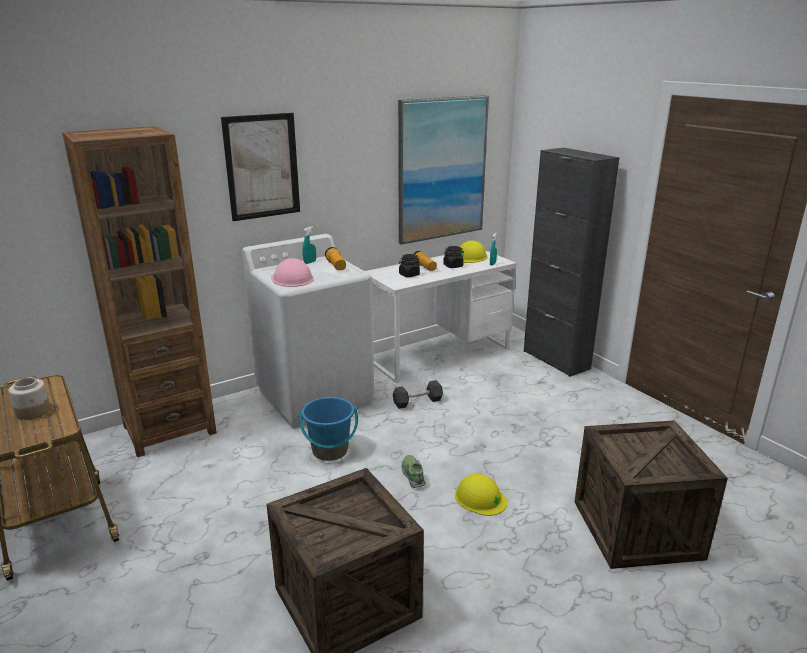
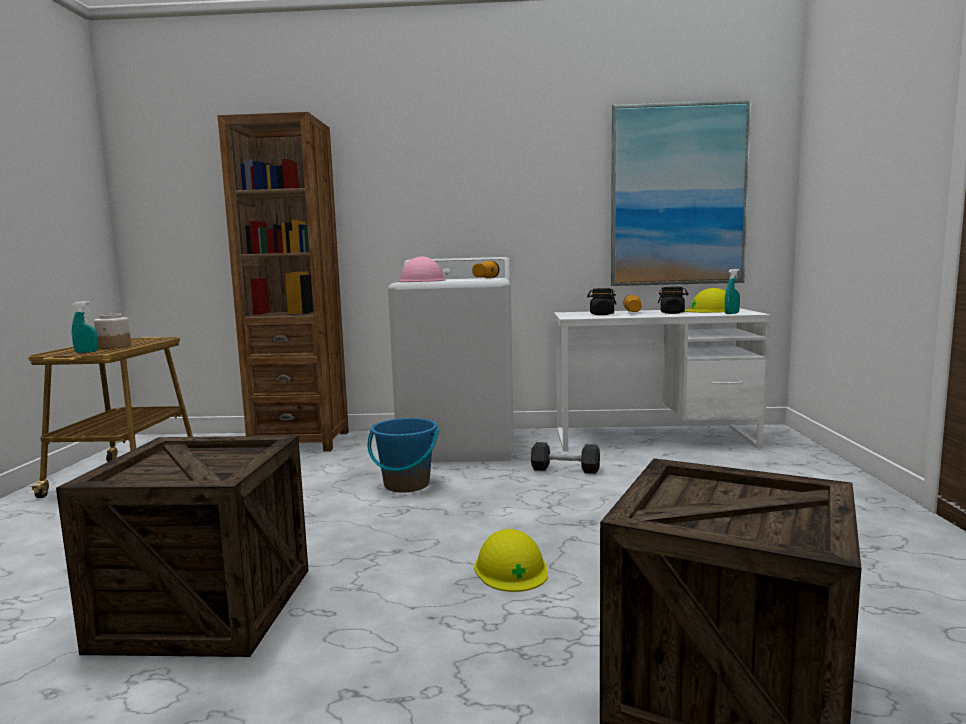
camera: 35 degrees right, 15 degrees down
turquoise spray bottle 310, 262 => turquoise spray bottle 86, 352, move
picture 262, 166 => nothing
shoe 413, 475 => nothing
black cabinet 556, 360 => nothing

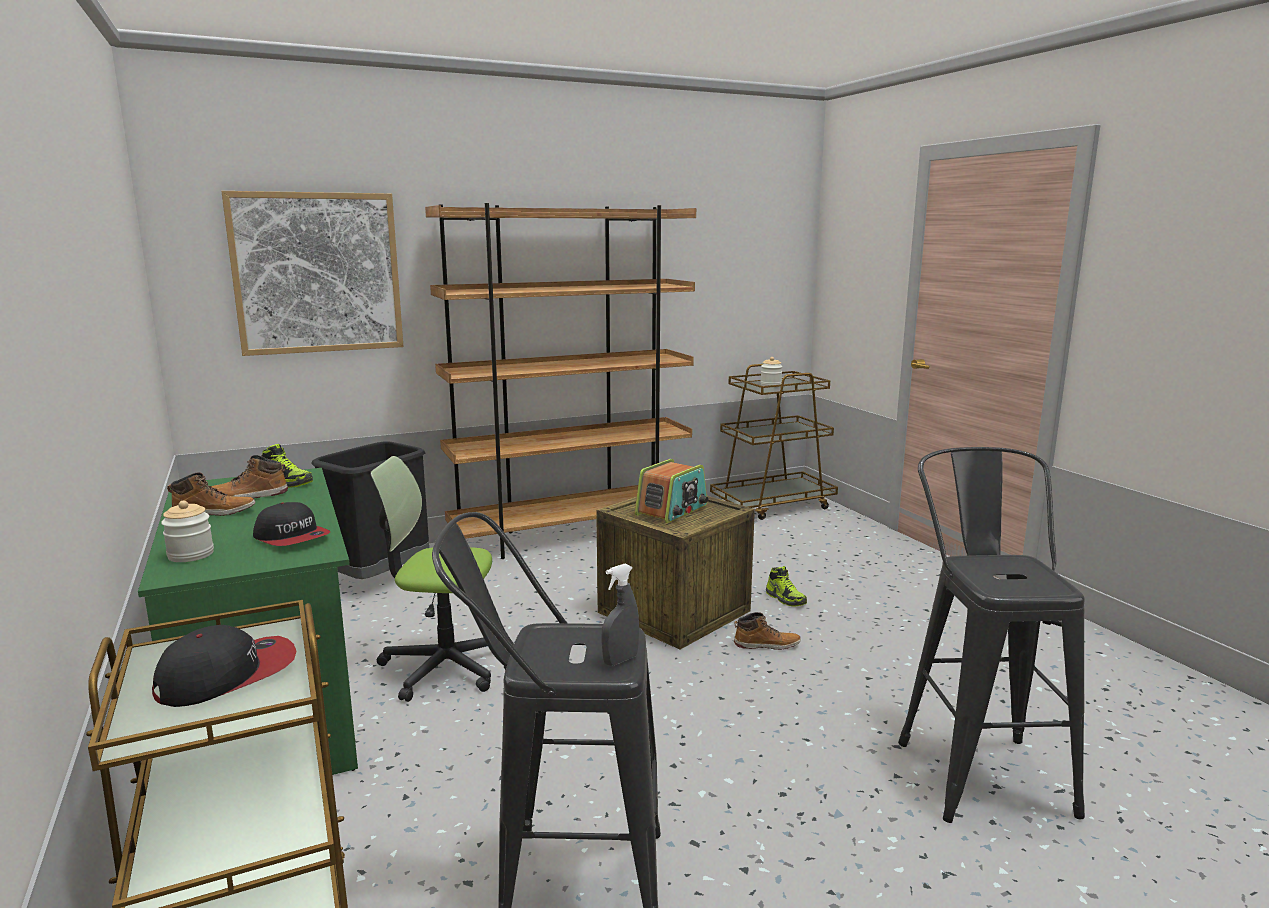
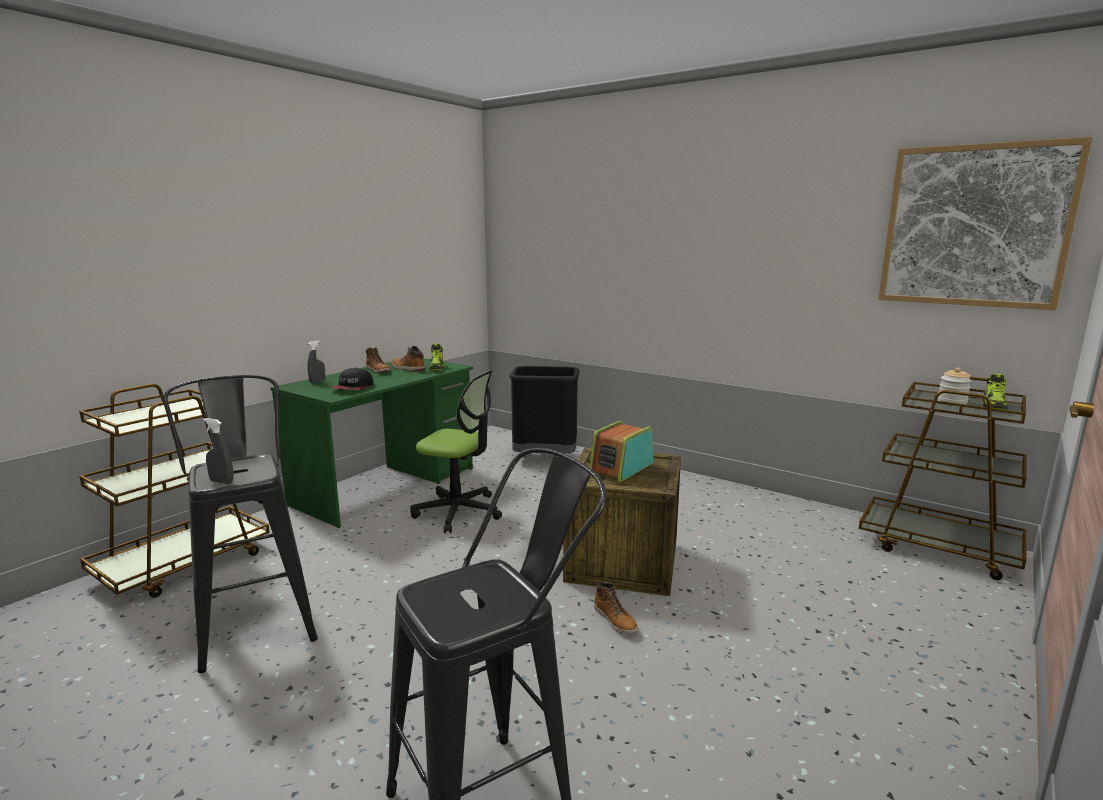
camera: 60 degrees right, 0 degrees up
jar 191, 555 => grey spray bottle 317, 382
office chair 444, 666 => office chair 458, 512, 135 degrees clockwise
radio 672, 510 => radio 621, 468, 120 degrees clockwise
picture 317, 273 => picture 974, 226, move
shoe 785, 599 => shoe 993, 406, move
cap 227, 675 => nothing
brown bookcase 572, 534 => nothing

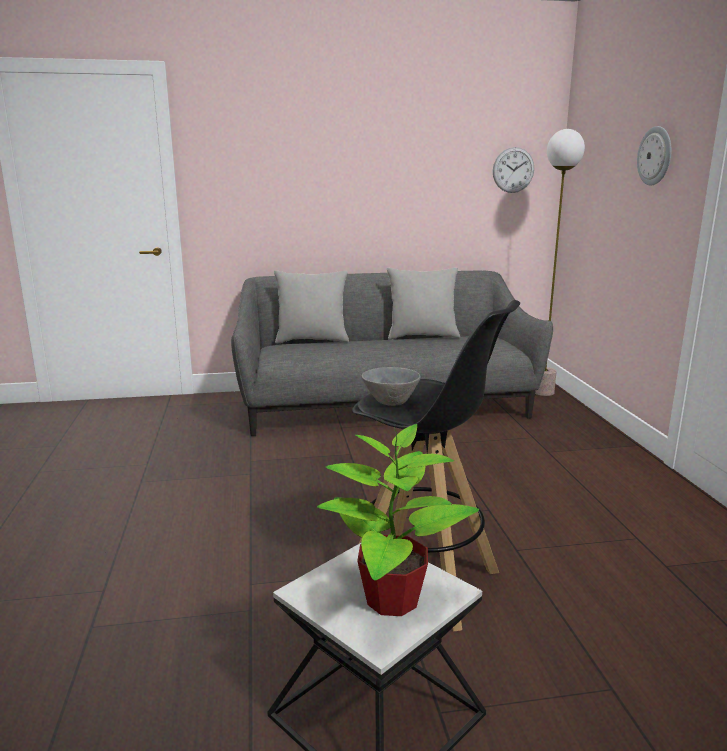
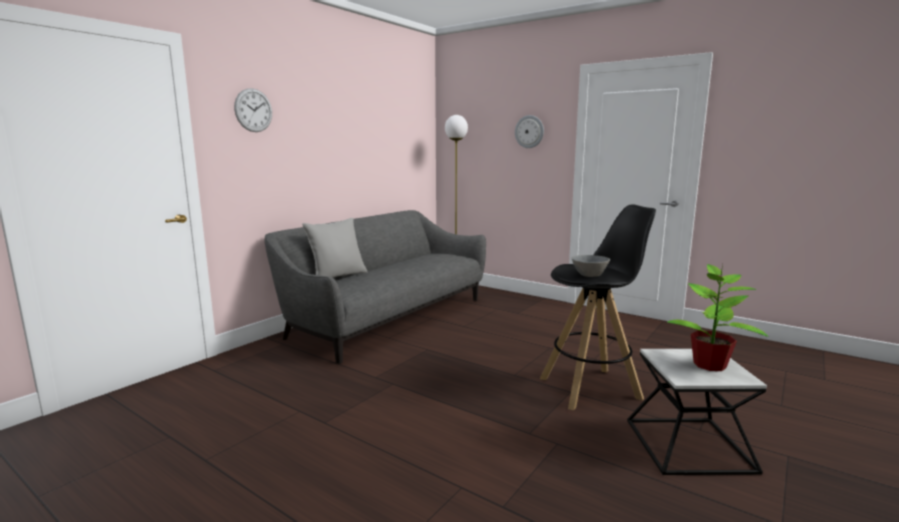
camera: 45 degrees left, 5 degrees down
wall clock 513, 170 => wall clock 253, 110, move
grey pillow 422, 336 => nothing

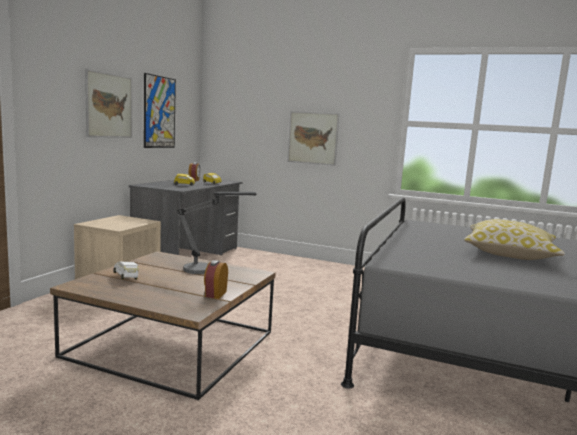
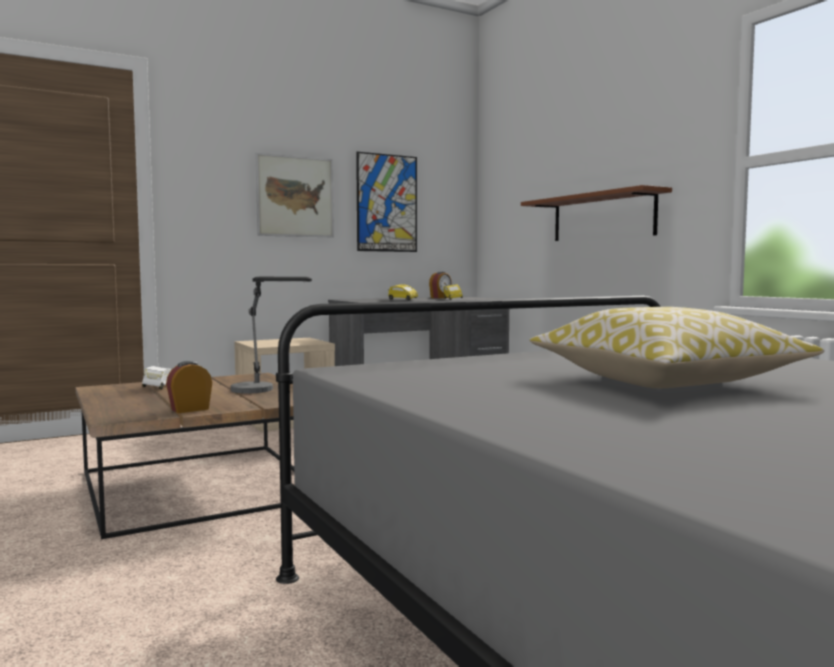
camera: 40 degrees right, 5 degrees down
picture 312, 138 => brown shelf 602, 217

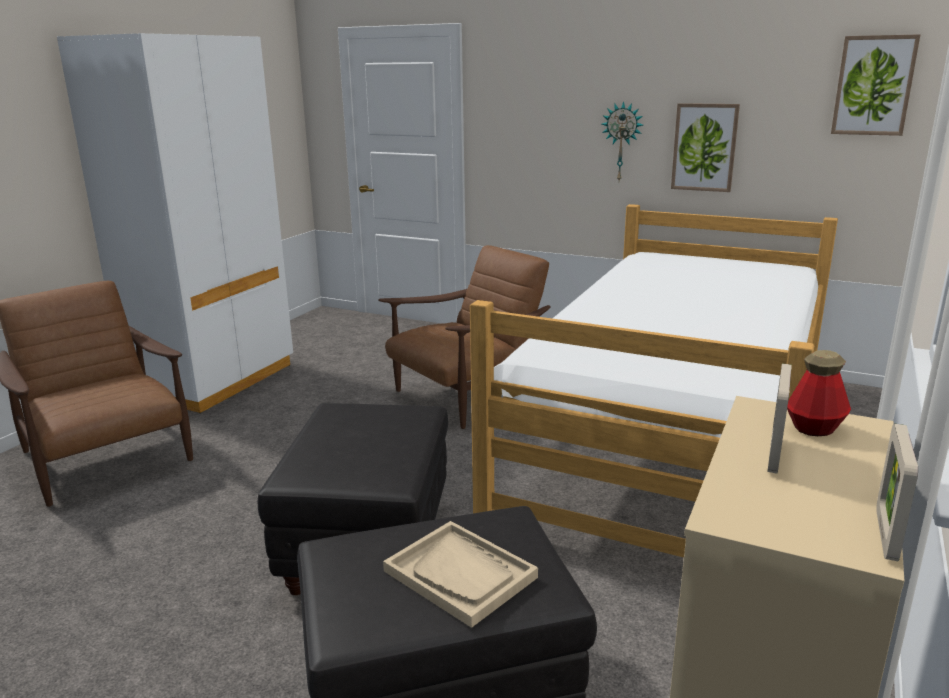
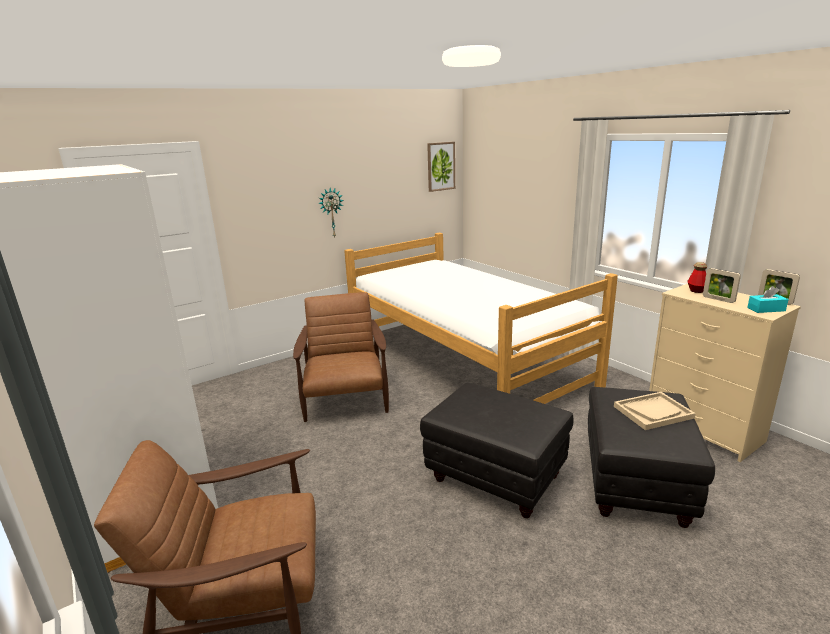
camera: 60 degrees left, 0 degrees up
nothing => turquoise tissue box 766, 309
picture 704, 147 => nothing

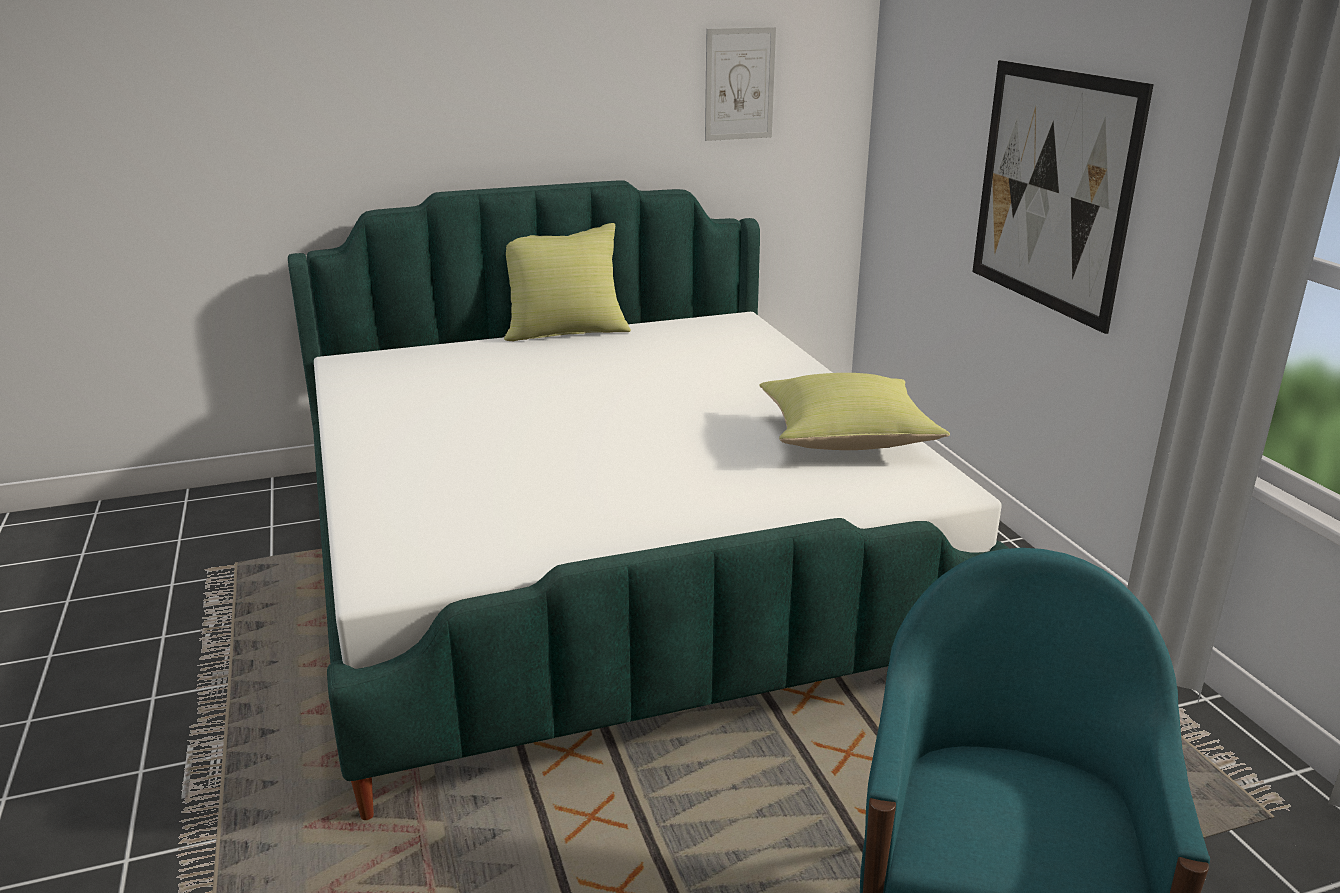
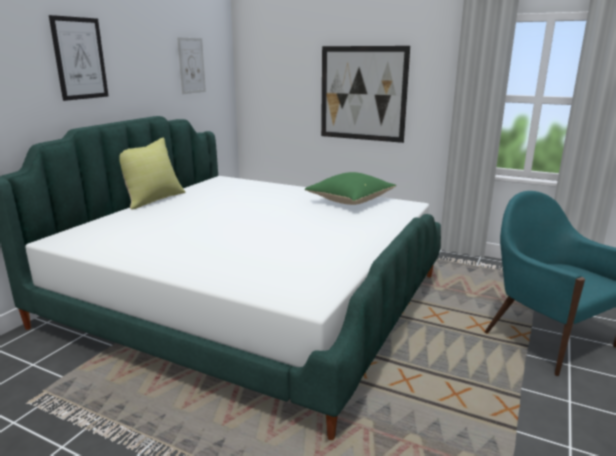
camera: 45 degrees left, 5 degrees down
nothing => picture 80, 58
yellow pillow 847, 439 => green pillow 350, 201

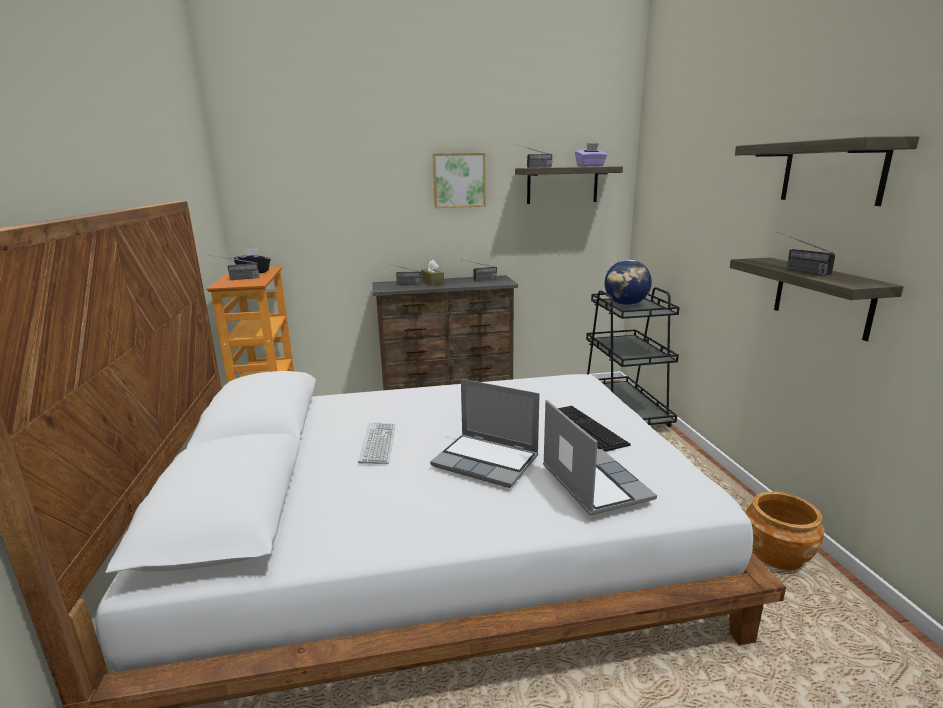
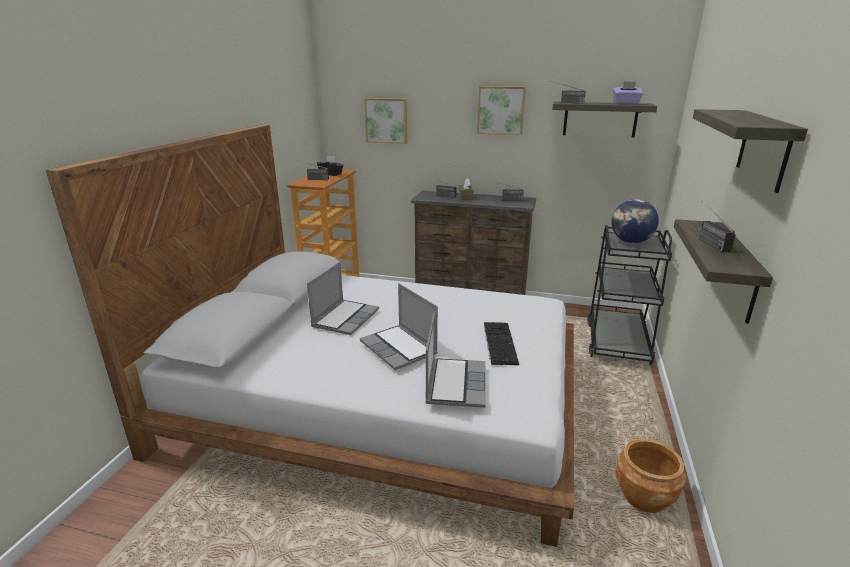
camera: 25 degrees right, 5 degrees up
keyboard 378, 444 => laptop 345, 318
nothing => picture 386, 120

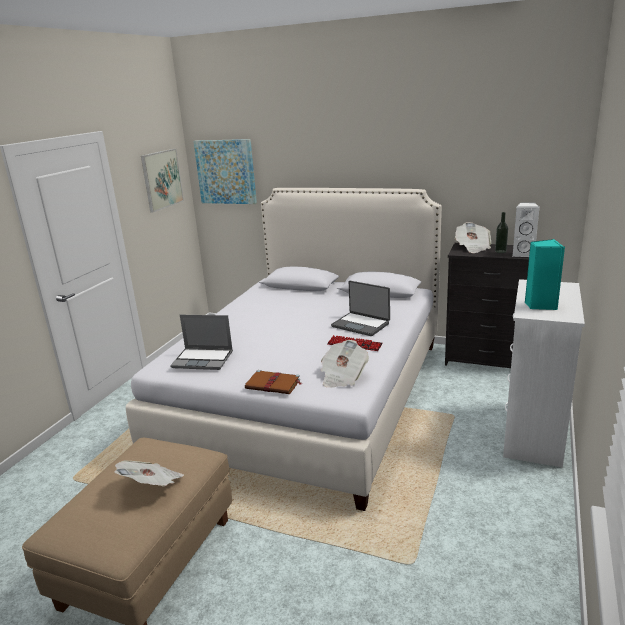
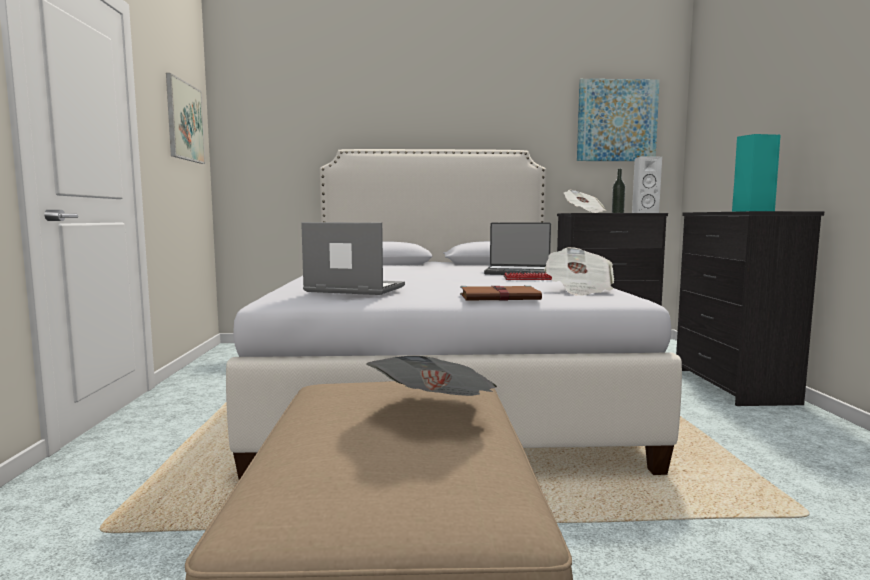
camera: 25 degrees left, 15 degrees down
laptop 204, 359 => laptop 353, 289, 150 degrees counterclockwise
picture 226, 172 => picture 616, 121, move
white dresser 532, 433 => black dresser 732, 386

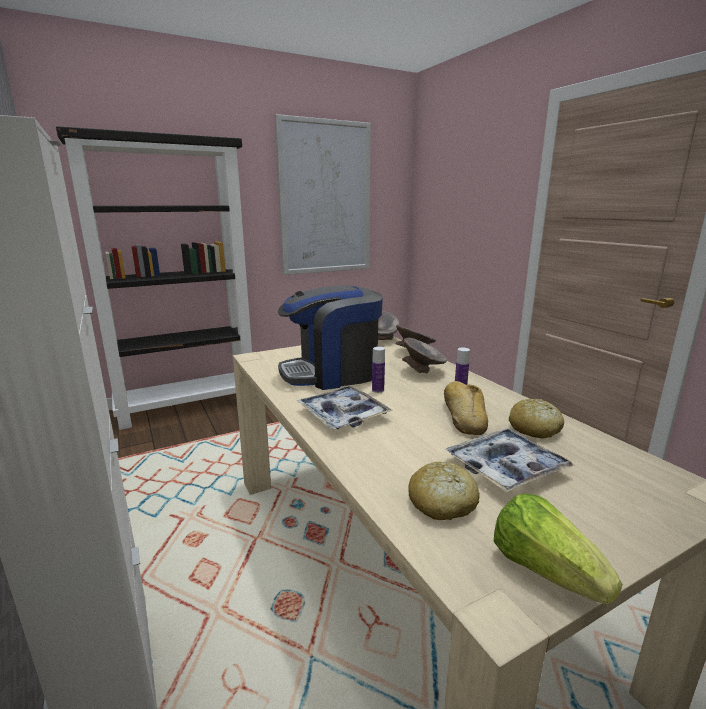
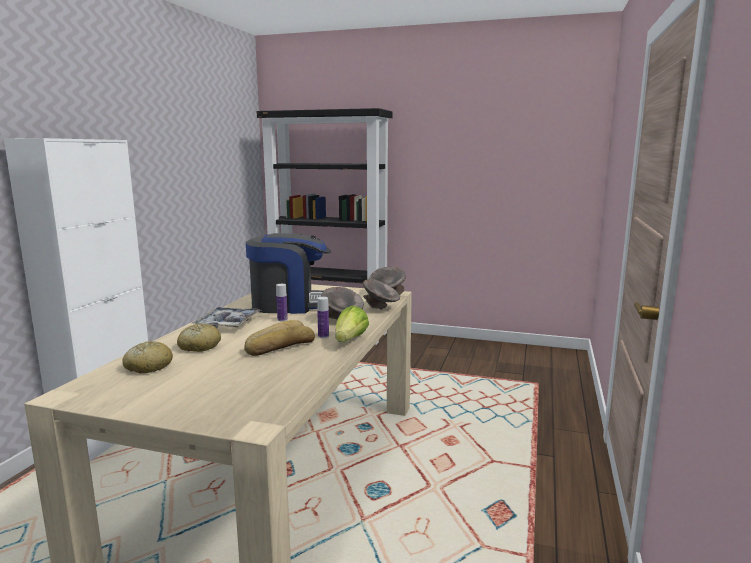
camera: 45 degrees right, 5 degrees down
bread 534, 429 => bread 199, 346, move
coffee machine 332, 373 => coffee machine 290, 304, 150 degrees clockwise
lettuce 544, 570 => lettuce 350, 340, move
picture 325, 199 => nothing
tray 505, 467 => nothing

